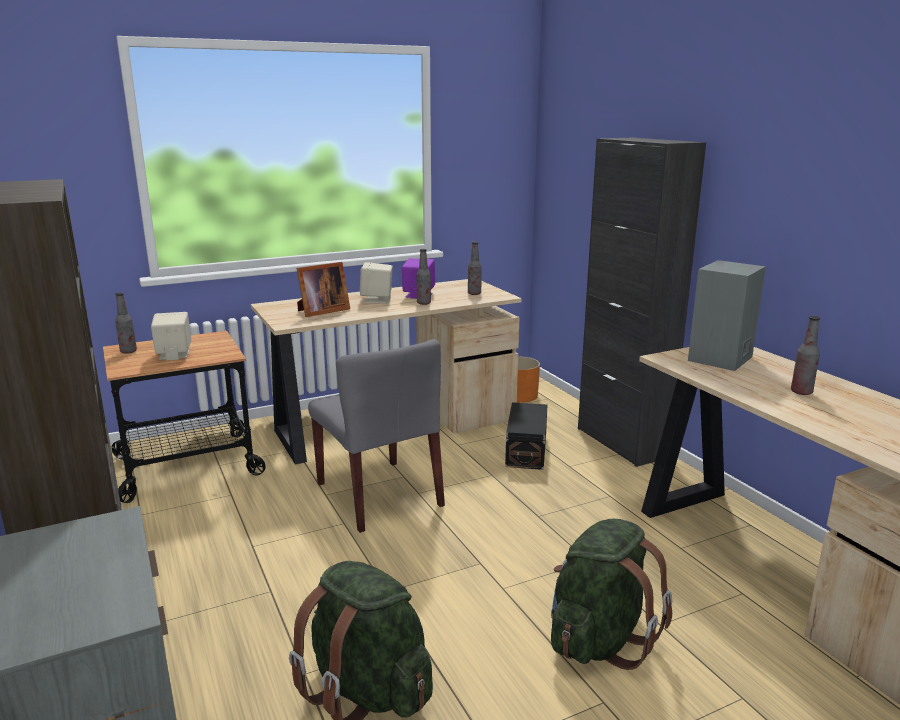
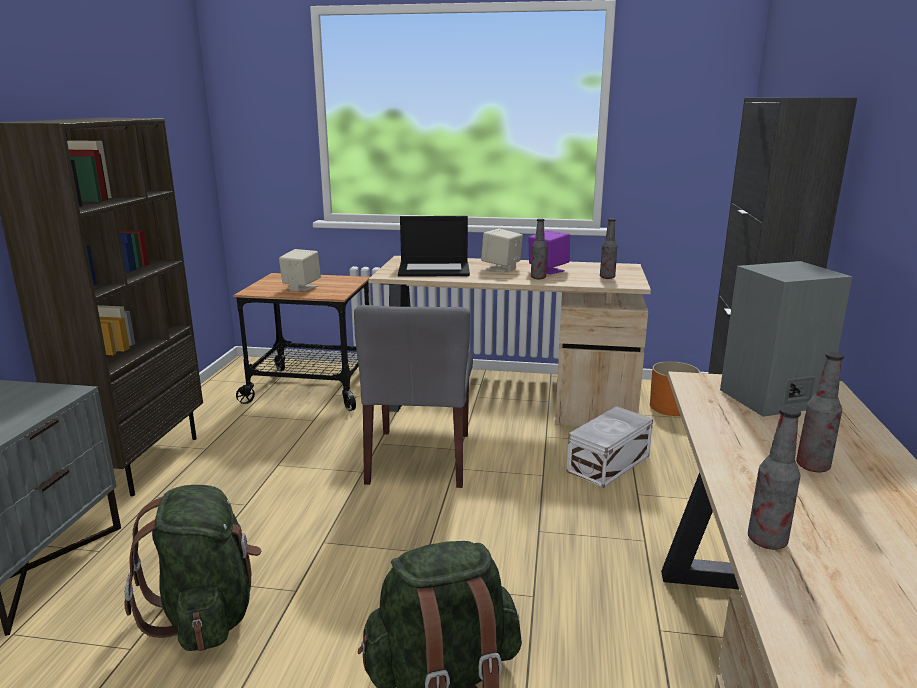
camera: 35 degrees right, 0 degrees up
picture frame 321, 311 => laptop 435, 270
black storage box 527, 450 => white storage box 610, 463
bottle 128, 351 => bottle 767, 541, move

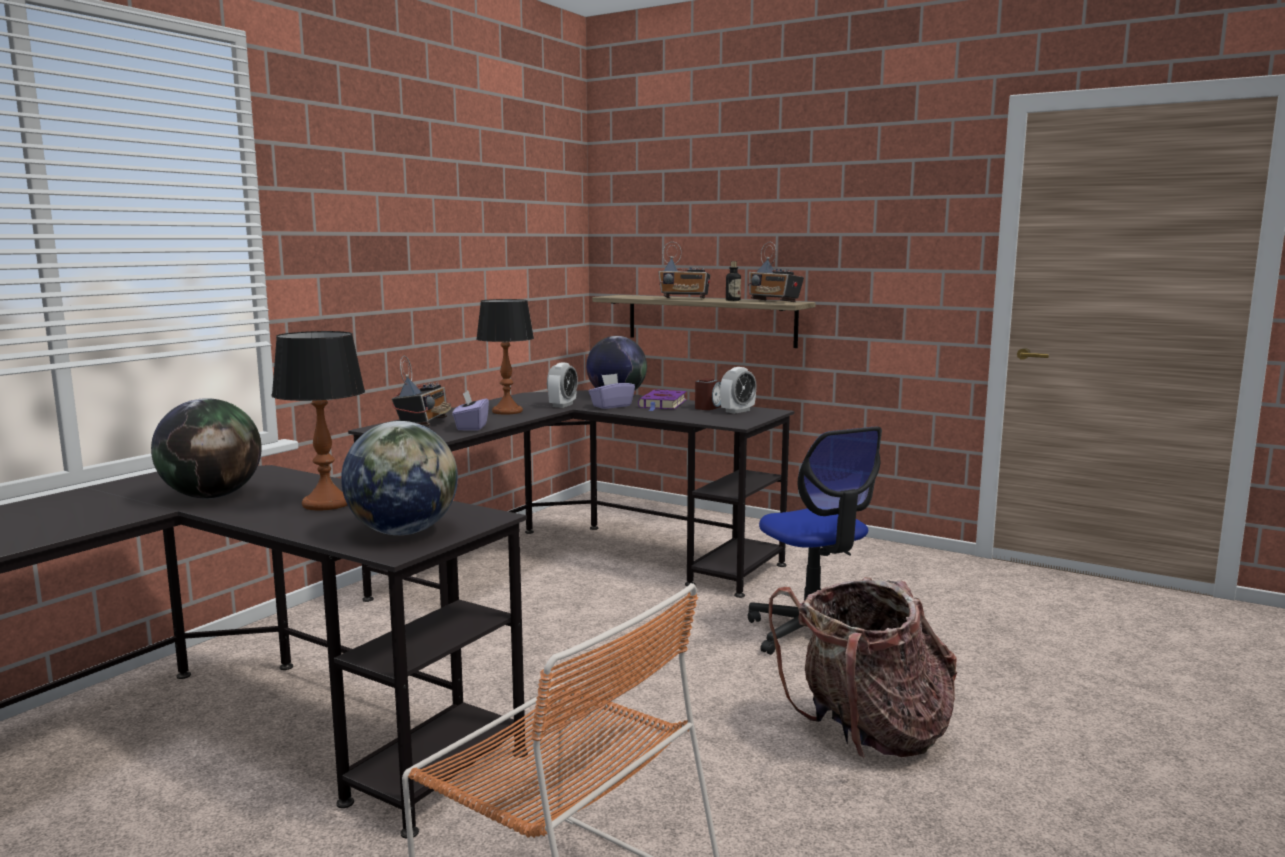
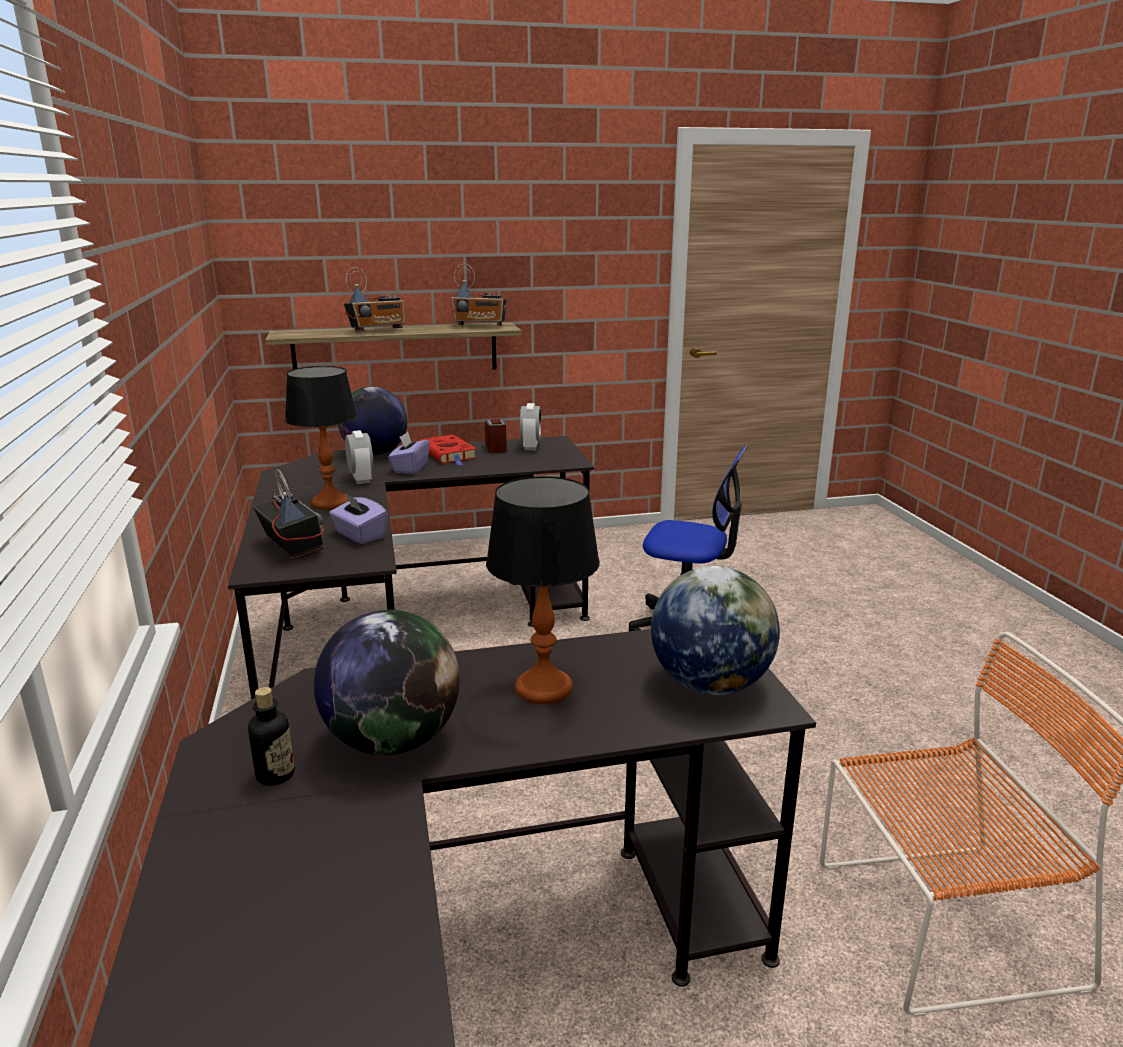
camera: 45 degrees left, 10 degrees up
bottle 733, 300 => bottle 275, 775, move
purple book 663, 404 => red book 448, 454
backpack 867, 735 => nothing

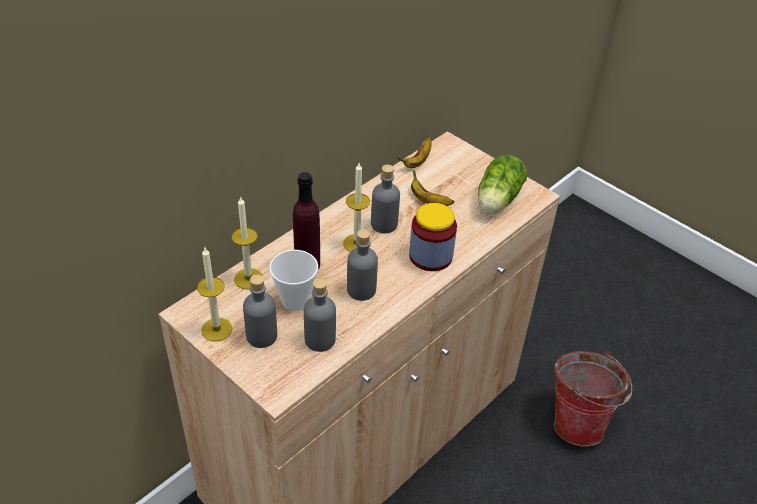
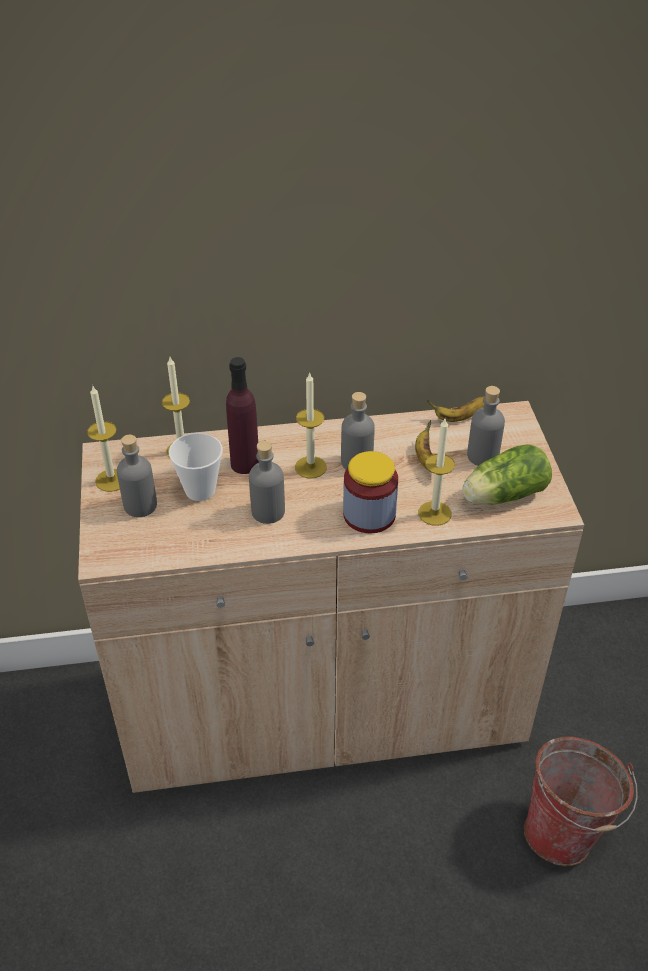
camera: 40 degrees right, 0 degrees up
nothing => candle 434, 513
grey bottle 320, 340 => grey bottle 482, 456, move

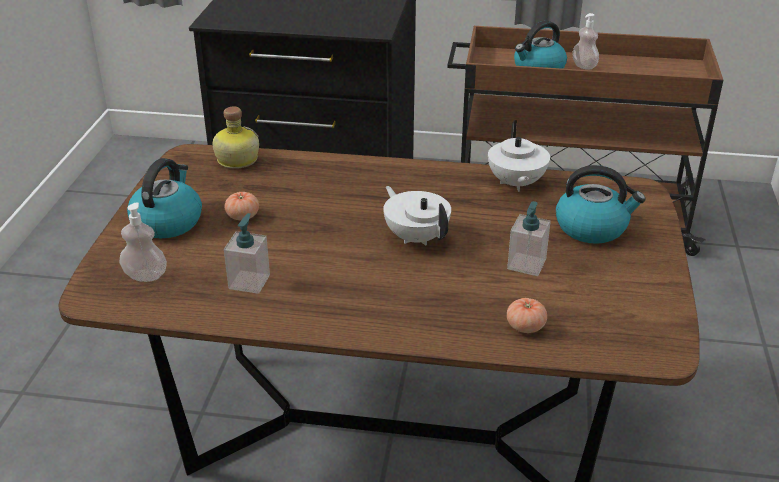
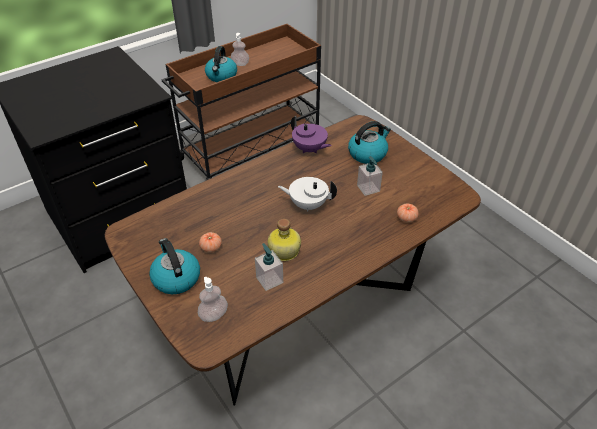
camera: 45 degrees left, 10 degrees up
bottle 236, 159 => bottle 283, 251, move
white teapot 515, 184 => purple teapot 309, 149

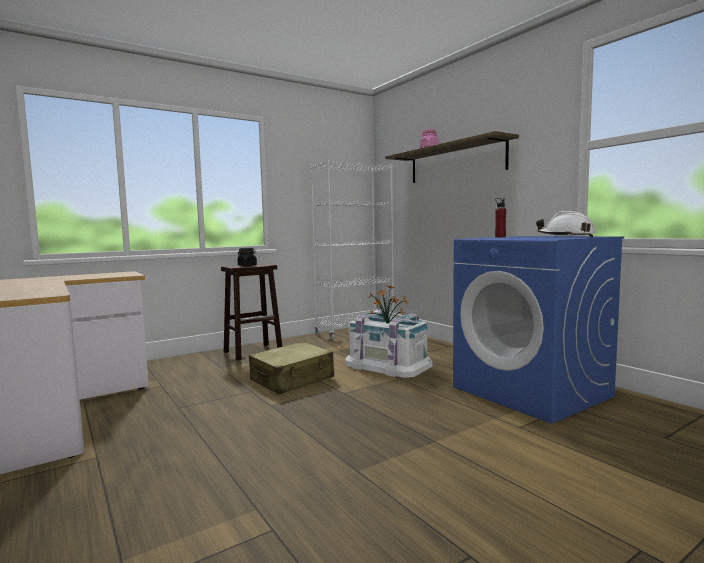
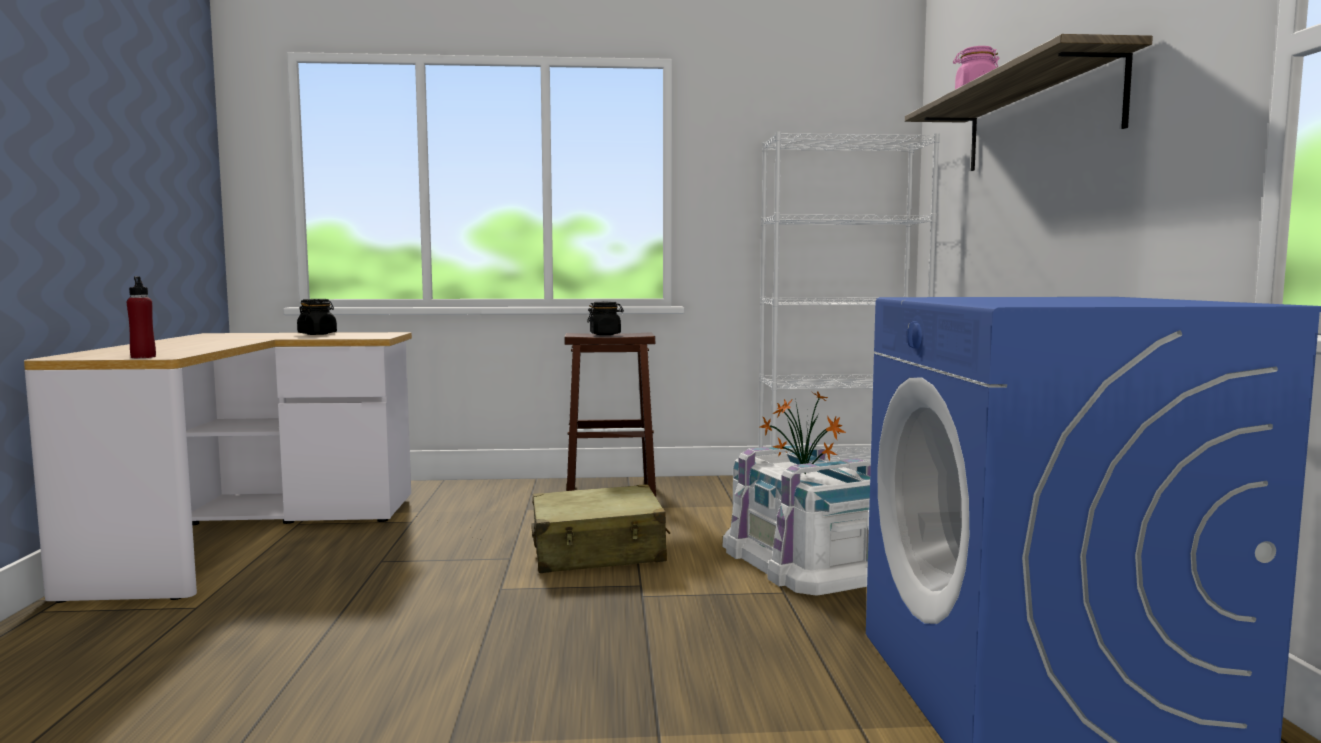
camera: 30 degrees right, 0 degrees up
red bottle 500, 237 => red bottle 143, 357, move
nothing => black jar 317, 334
white hard hat 566, 237 => nothing

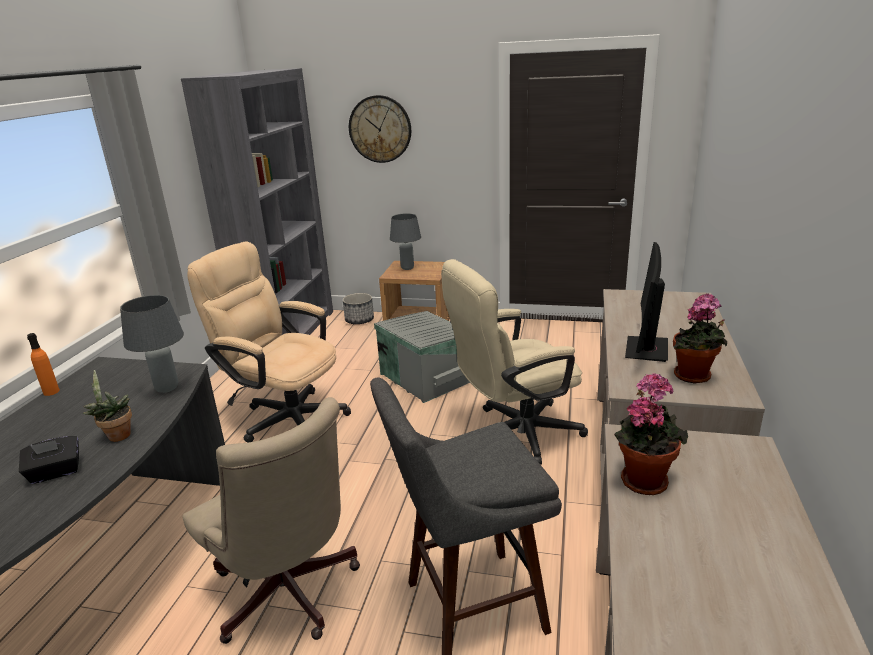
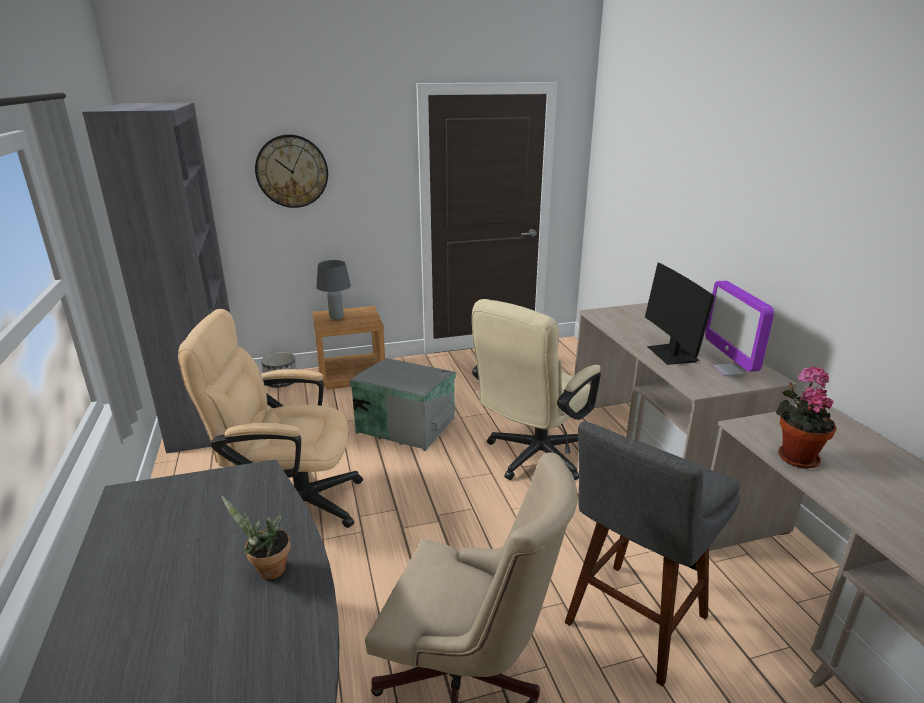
camera: 30 degrees left, 0 degrees up
potted plant 694, 377 => monitor 729, 370
black tissue box 55, 472 => nothing
orange bottle 51, 392 => nothing
grey table lamp 167, 388 => nothing

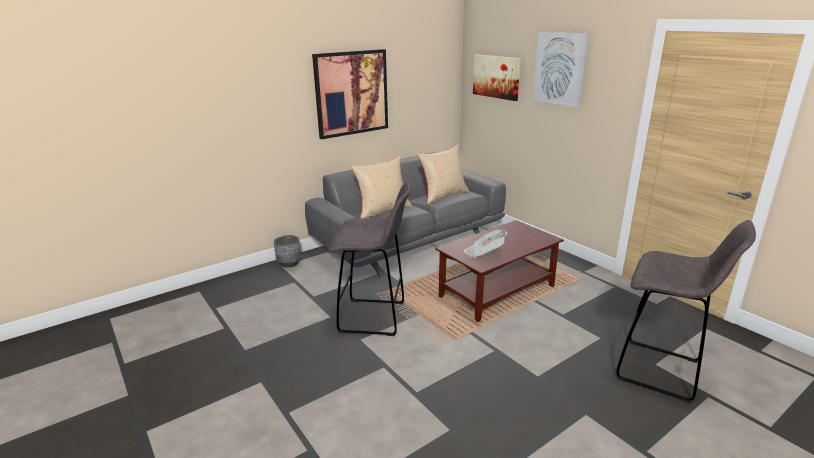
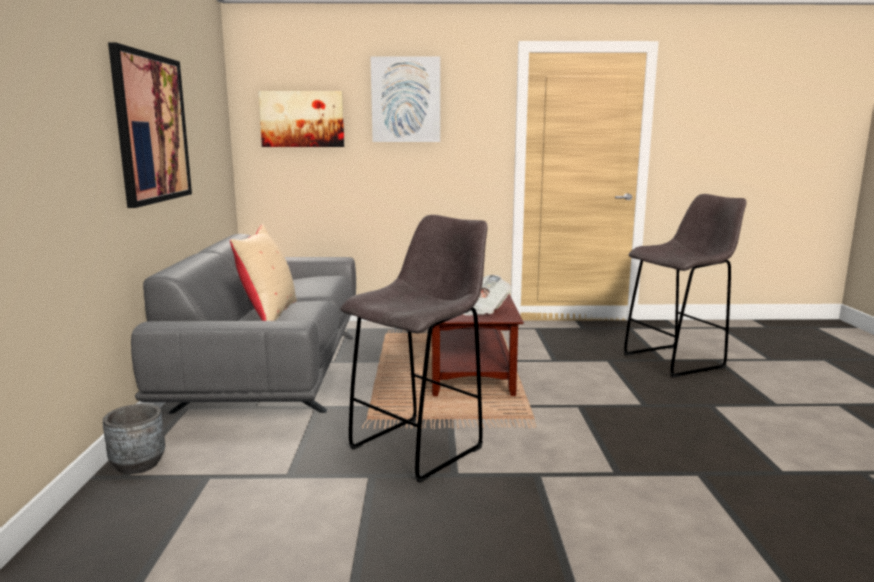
camera: 55 degrees left, 10 degrees down
beige pillow 443, 196 => nothing

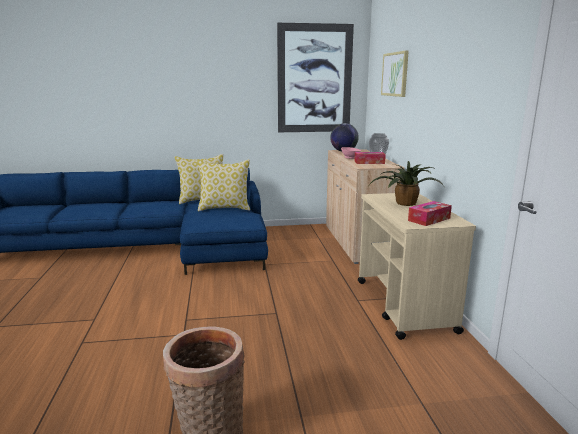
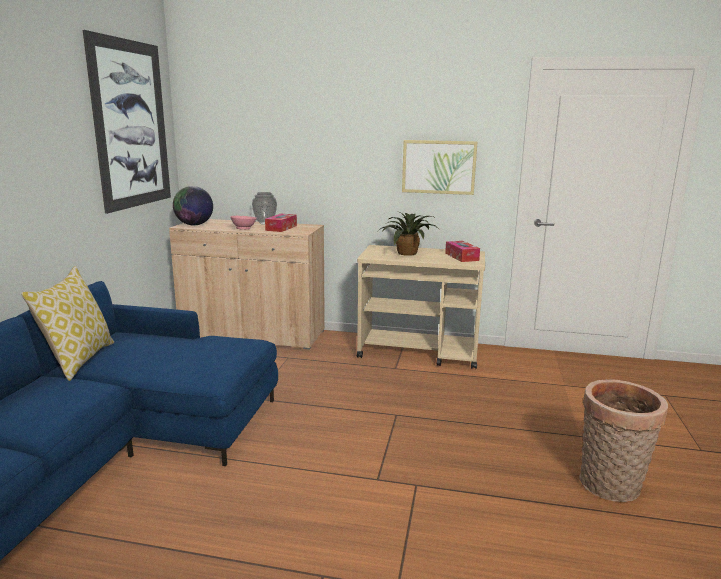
camera: 70 degrees left, 0 degrees up
picture 395, 74 => picture 439, 167, move
pillow 225, 208 => nothing

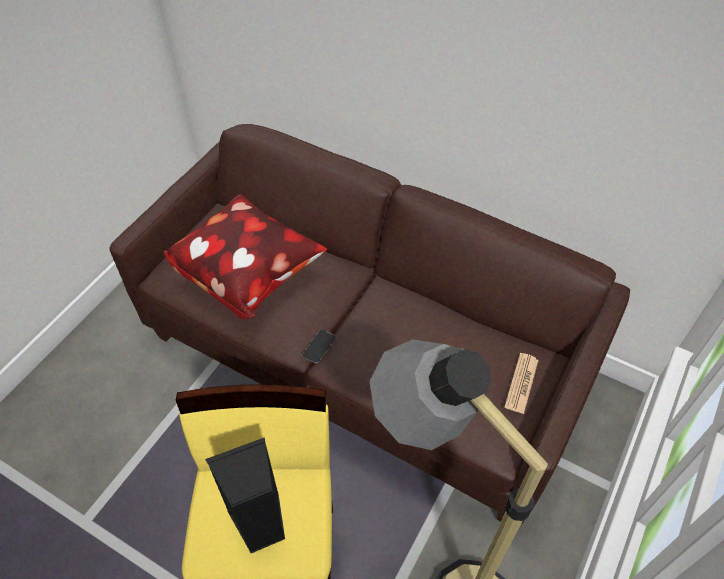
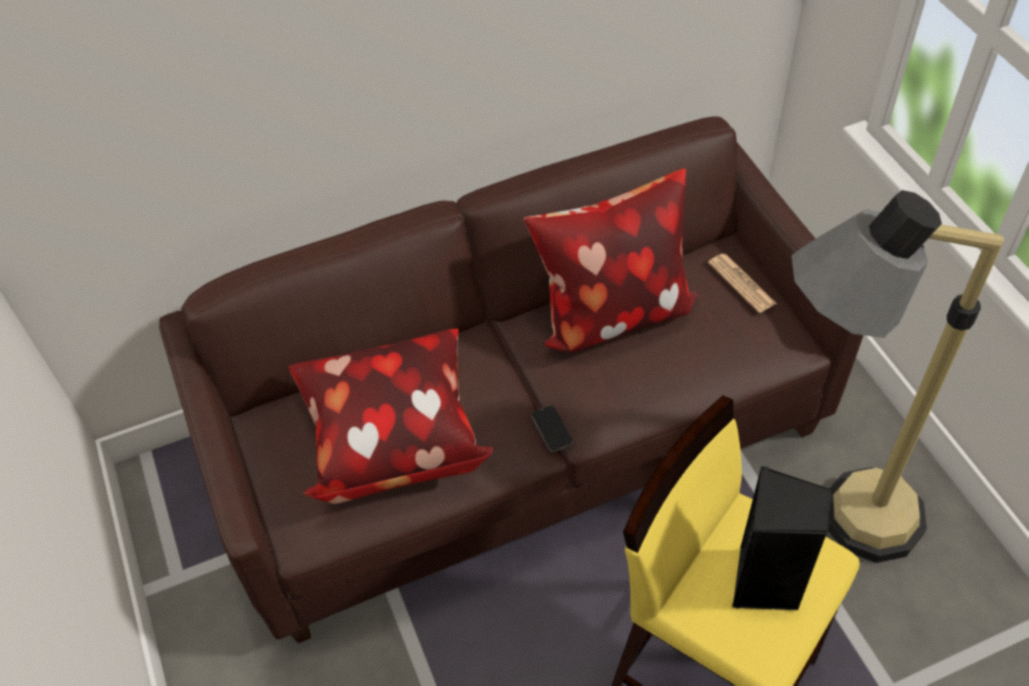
camera: 50 degrees left, 0 degrees up
nothing => pillow 611, 312

